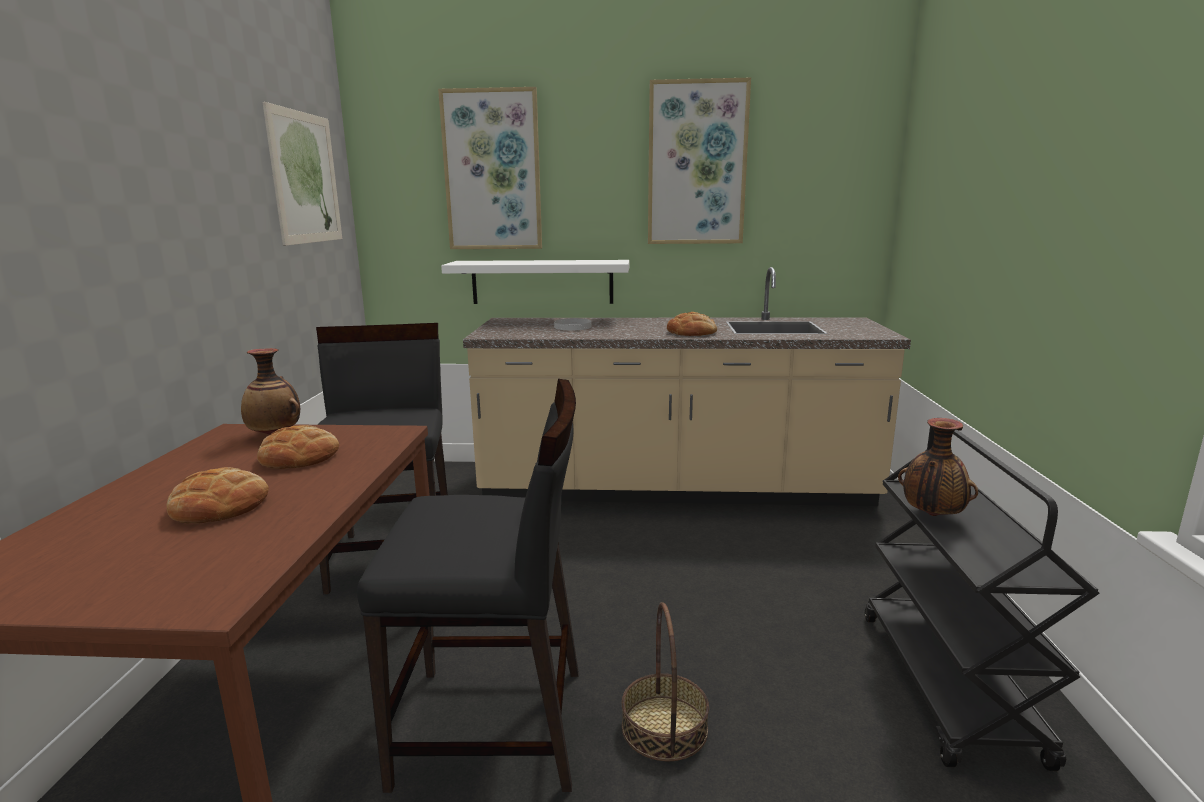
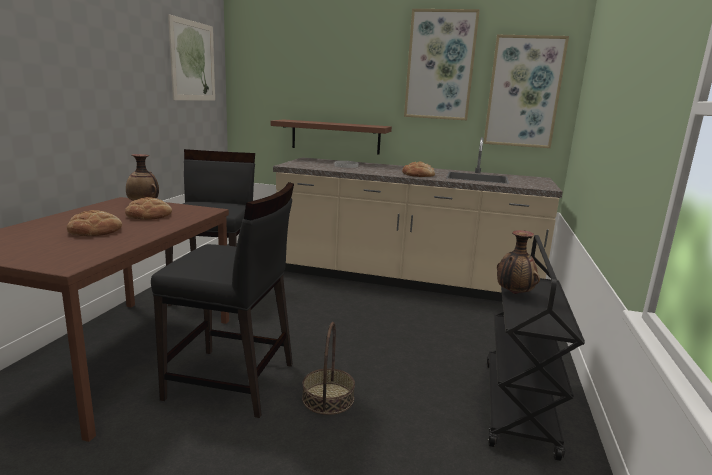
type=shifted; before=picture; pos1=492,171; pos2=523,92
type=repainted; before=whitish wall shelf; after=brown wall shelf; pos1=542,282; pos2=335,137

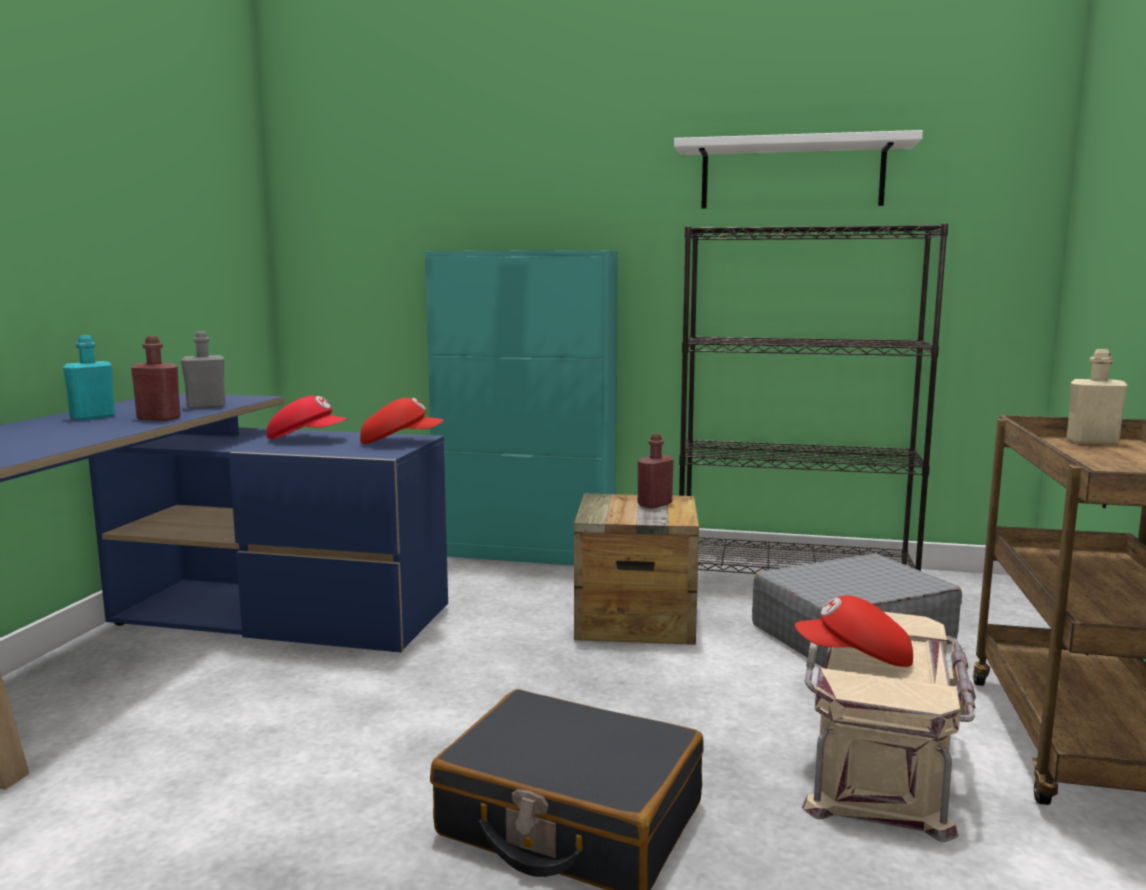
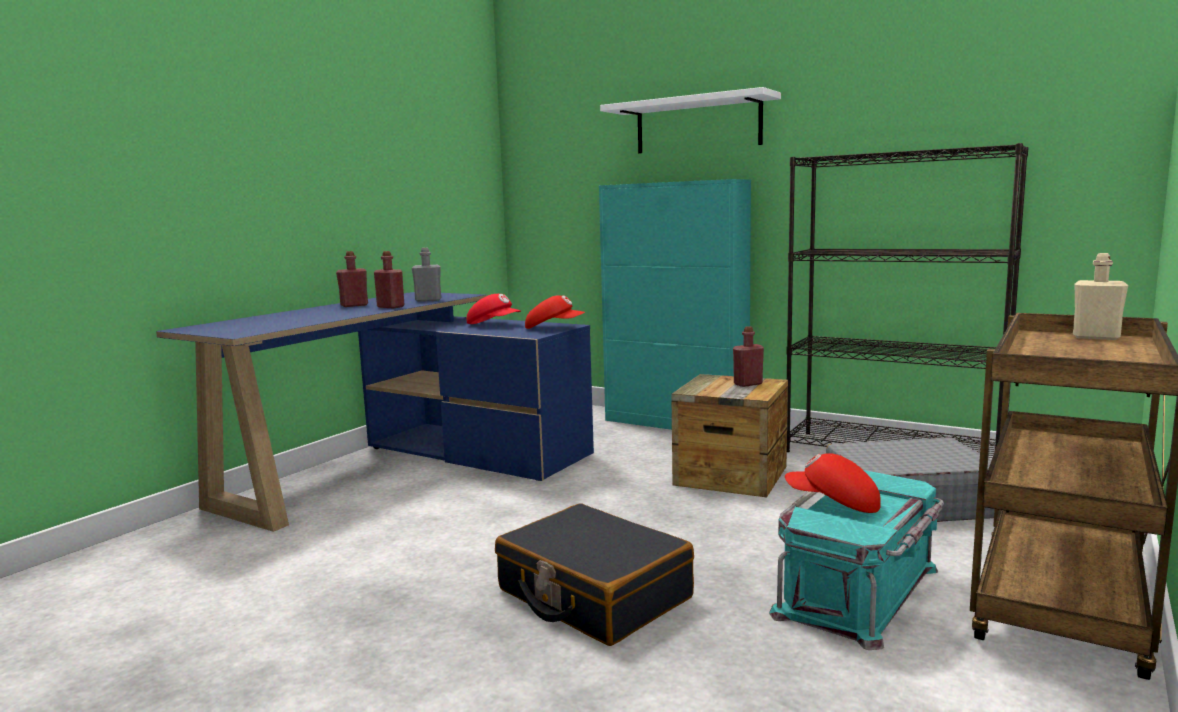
type=repainted; before=turquoise-coloured drink bottle; after=red-coloured drink bottle; pos1=93,417; pos2=354,305
type=shifted; before=whitish wall shelf; pos1=792,175; pos2=697,125
type=repainted; before=beige-coloured storage container; after=turquoise-coloured storage container; pos1=881,761; pos2=860,592

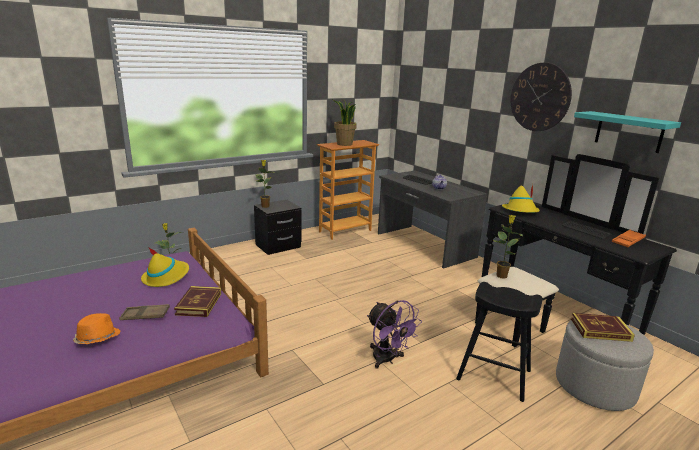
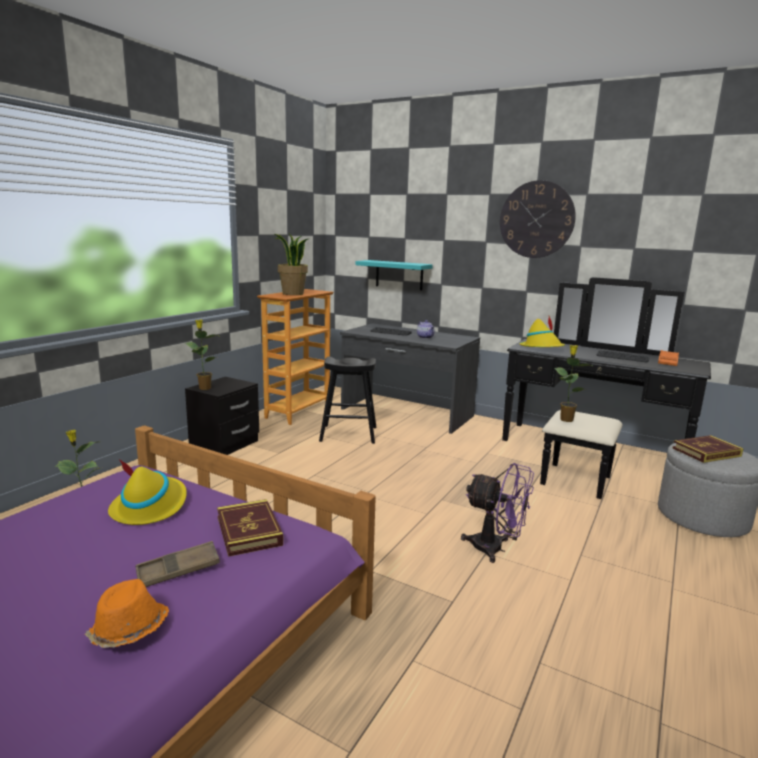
type=shifted; before=black stool seat; pos1=494,375; pos2=349,434
type=shifted; before=turquoise-coloured wall shelf; pos1=629,132; pos2=399,275

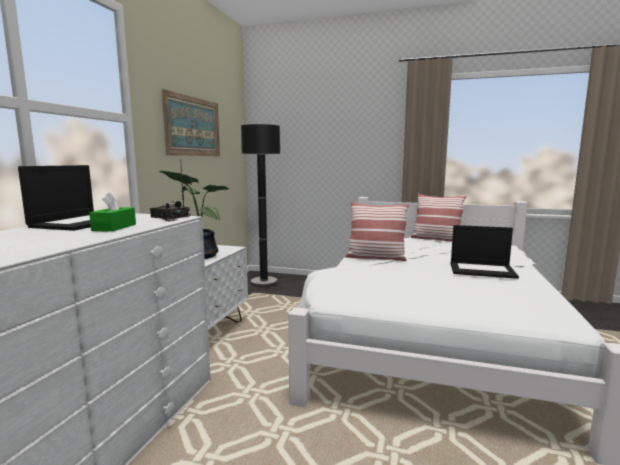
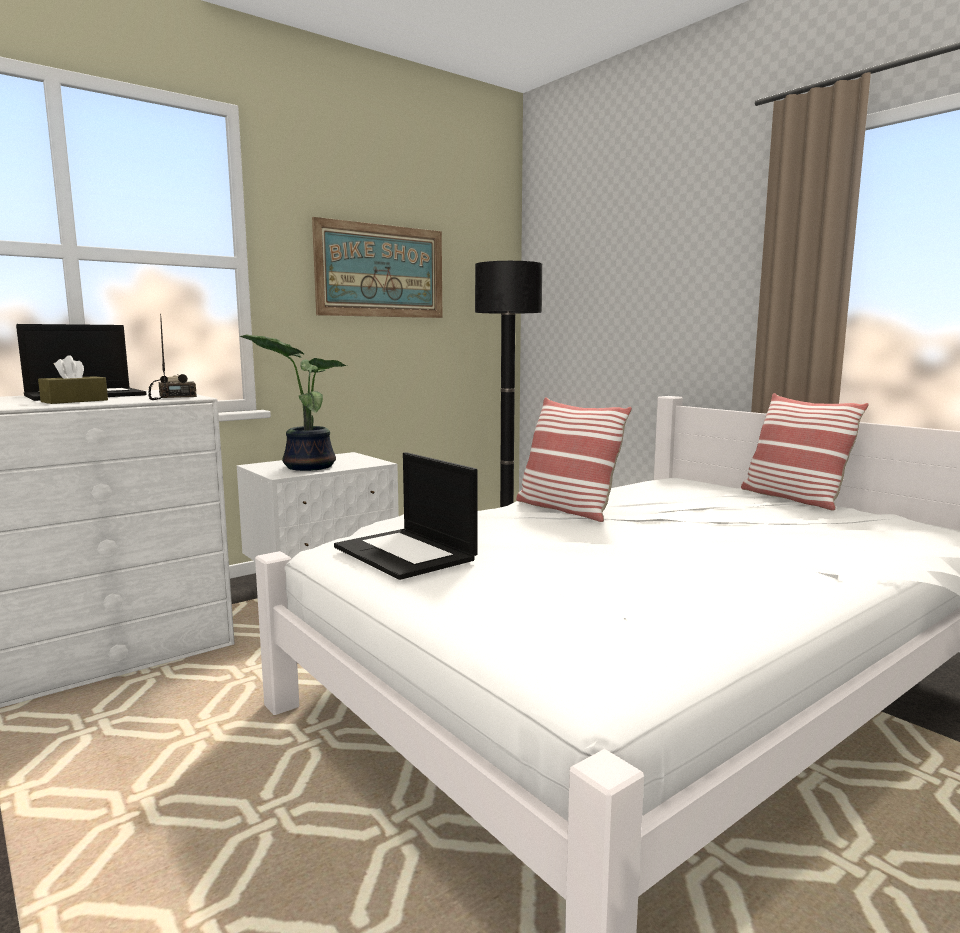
type=repainted; before=green-coloured tissue box; after=brown tissue box; pos1=114,227; pos2=74,401
type=shifted; before=laptop; pos1=482,270; pos2=406,553

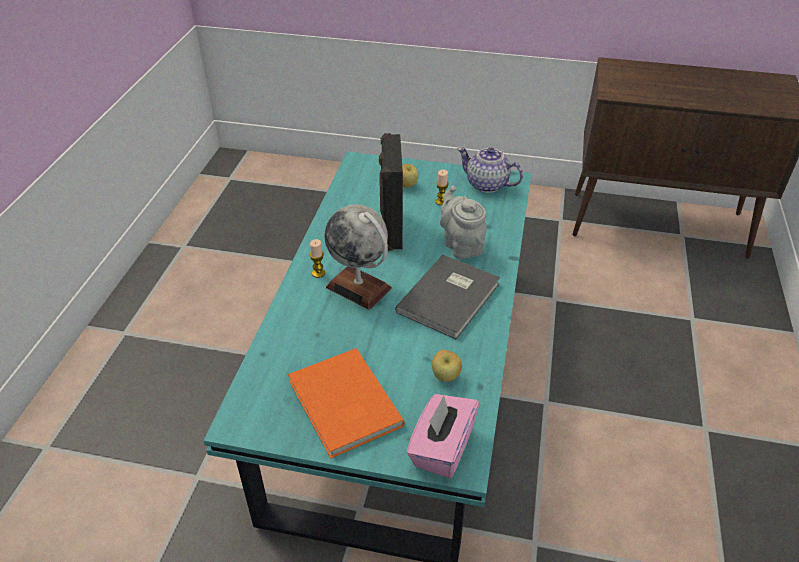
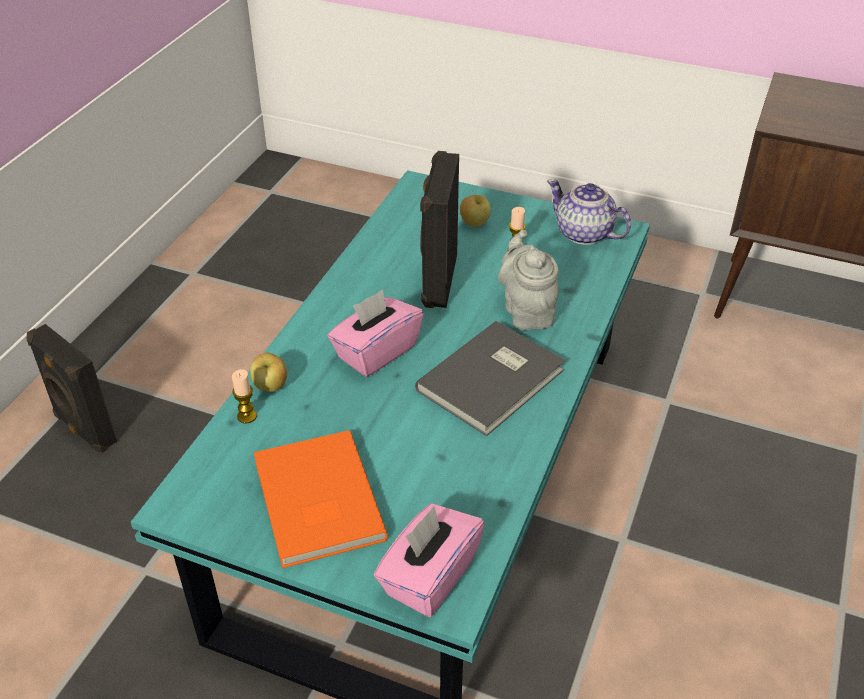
type=shifted; before=candle; pos1=318,273; pos2=247,416
type=swapped; before=world globe; after=pink-coloured tissue box; pos1=359,287; pos2=376,352
type=shifted; before=whole apple; pos1=446,376; pos2=271,387
type=new; after=black loudspeaker; pos2=84,430

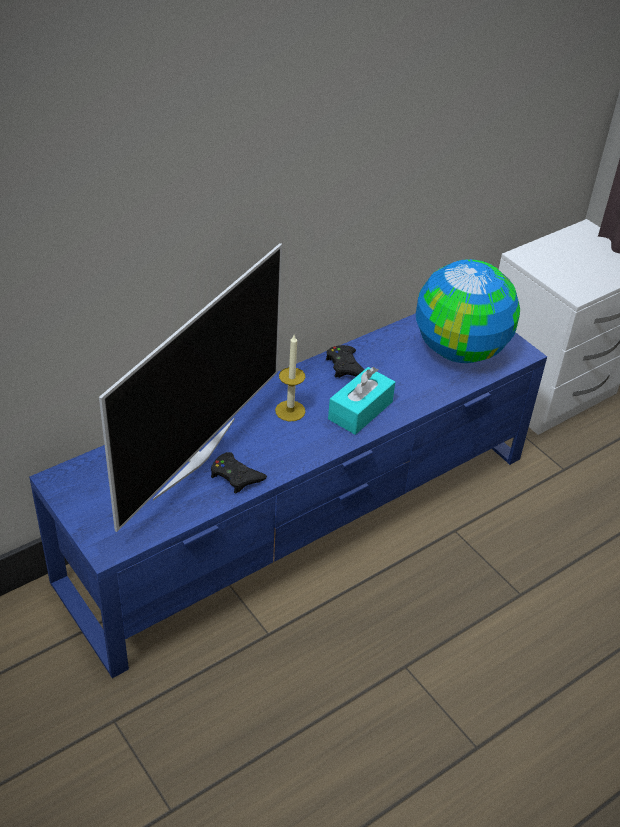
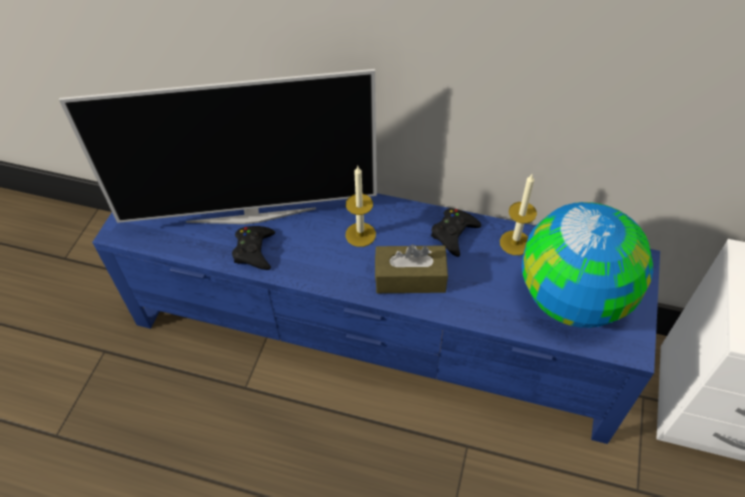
type=repainted; before=turquoise-coloured tissue box; after=brown tissue box; pos1=360,410; pos2=410,278
type=new; after=candle; pos2=515,243

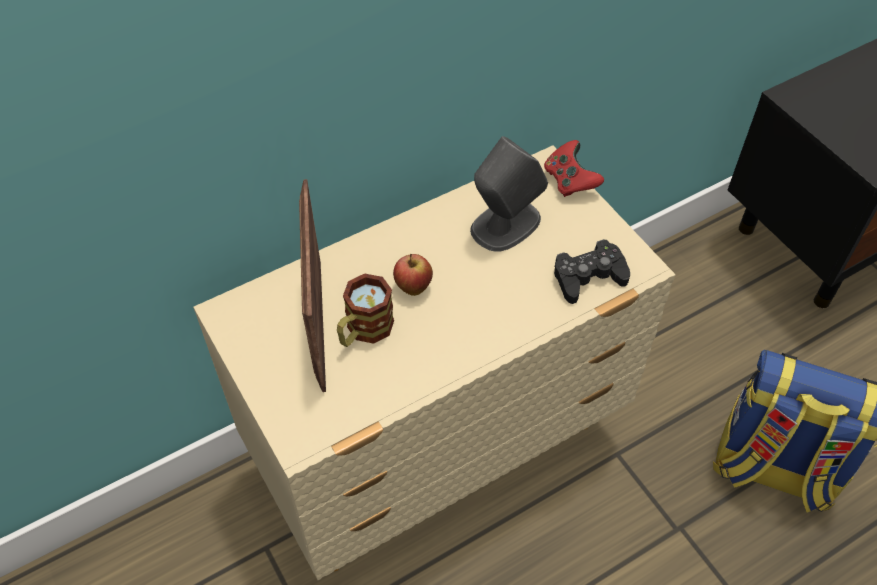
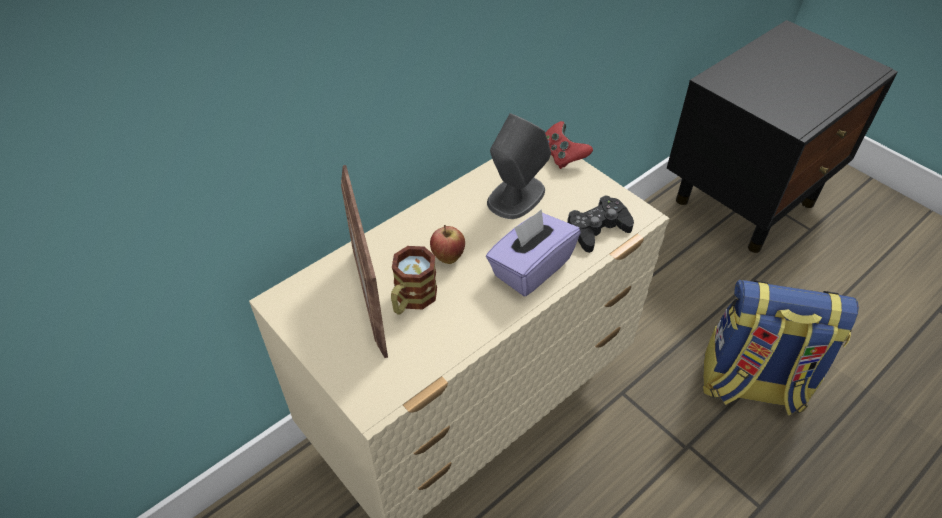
type=new; after=purplish tissue box; pos2=530,268

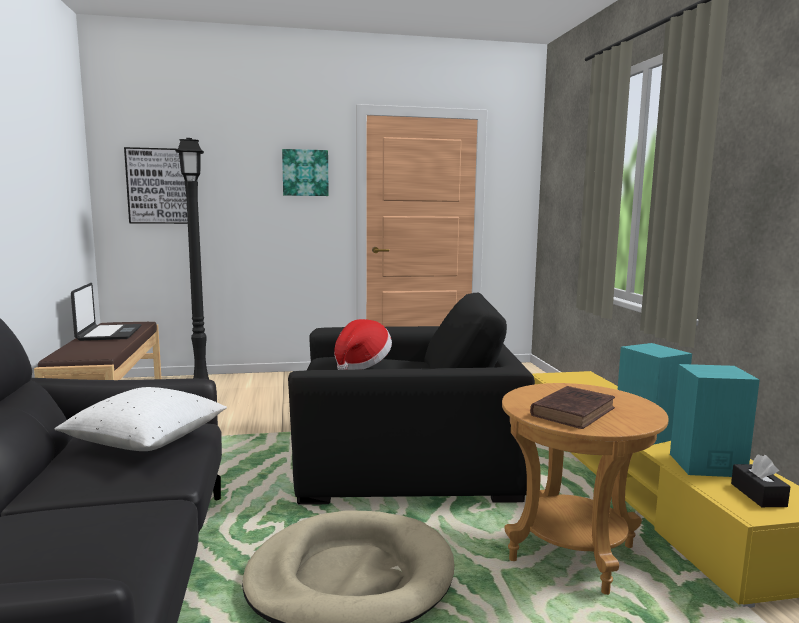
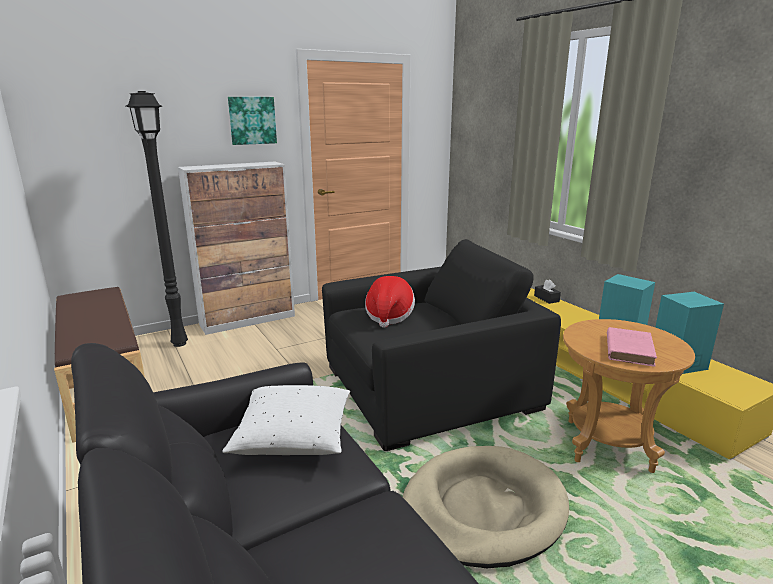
type=gone; before=laptop; pos1=108,333
type=gone; before=picture; pos1=159,186
type=repainted; before=brown volume; after=pink-coloured volume; pos1=574,411; pos2=629,349
type=shifted; before=black tissue box; pos1=758,495; pos2=546,299
type=new; after=cupboard; pos2=248,320

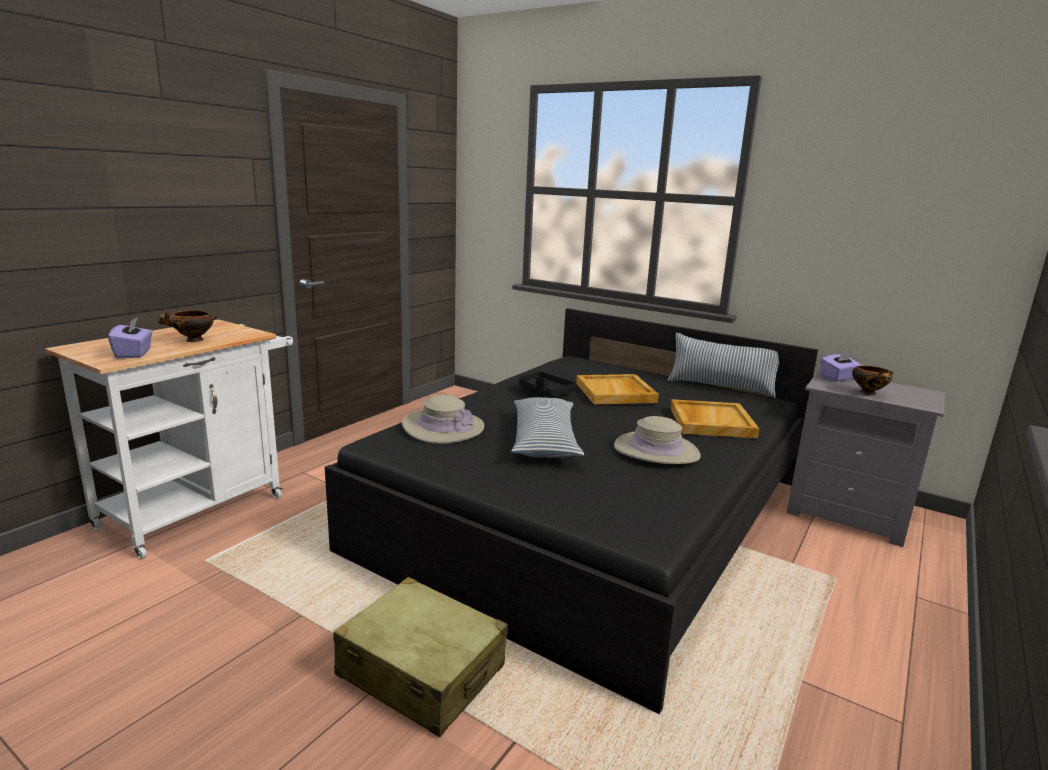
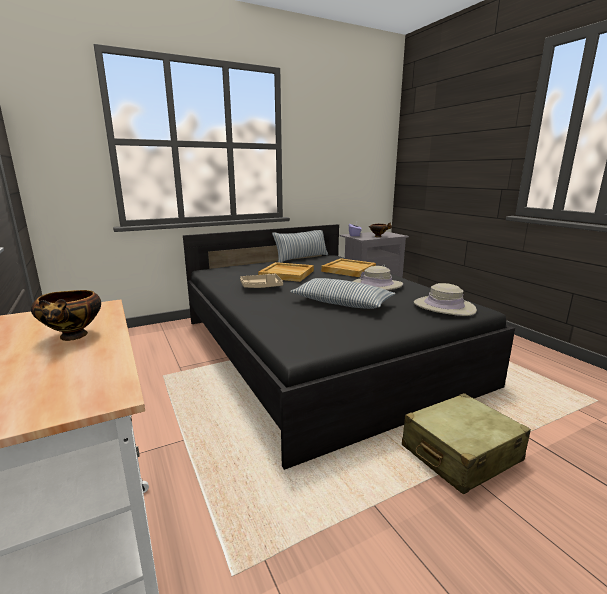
type=gone; before=purplish tissue box; pos1=134,353
type=shifted; before=beige-coloured wearable hat; pos1=443,427; pos2=444,307
type=repainted; before=black serving tray; after=beige-coloured serving tray; pos1=545,392; pos2=261,287

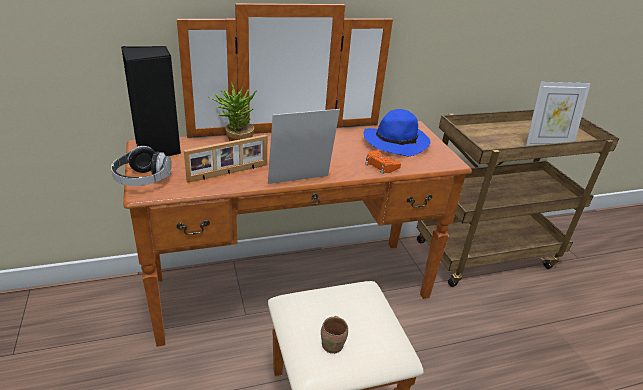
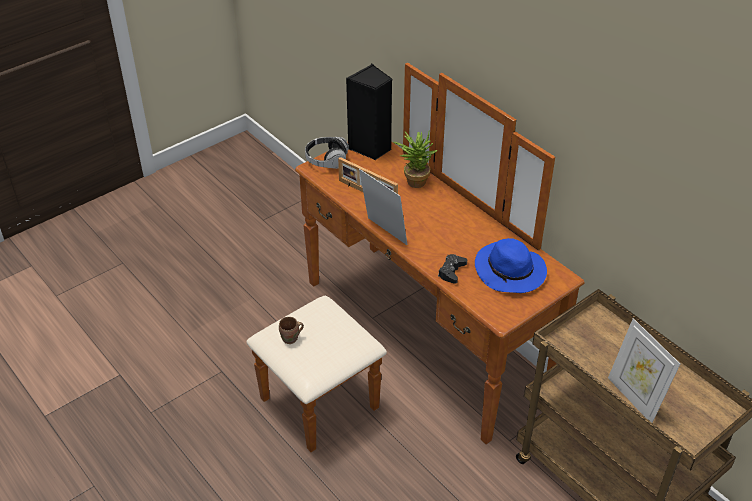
type=repainted; before=orange-coloured gamepad; after=black gamepad; pos1=381,165; pos2=451,271

